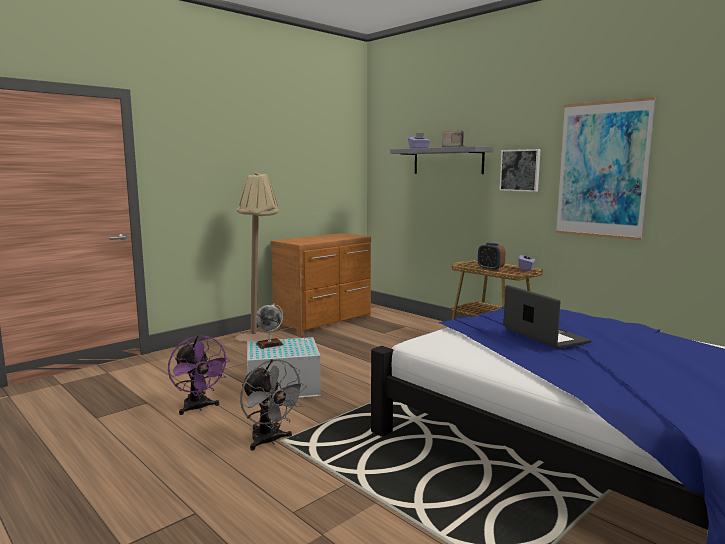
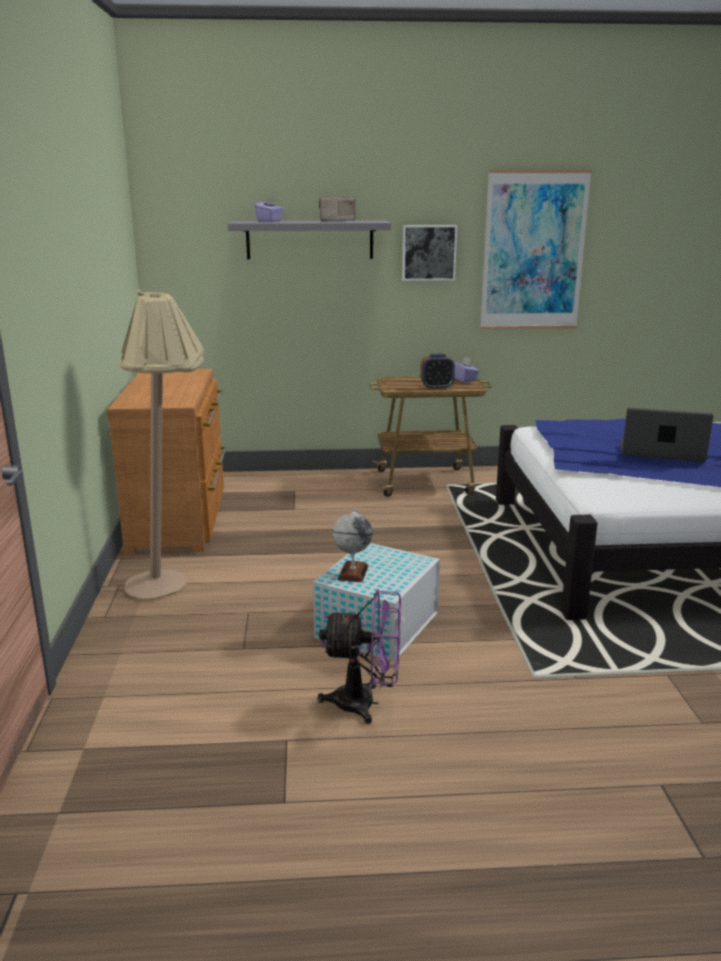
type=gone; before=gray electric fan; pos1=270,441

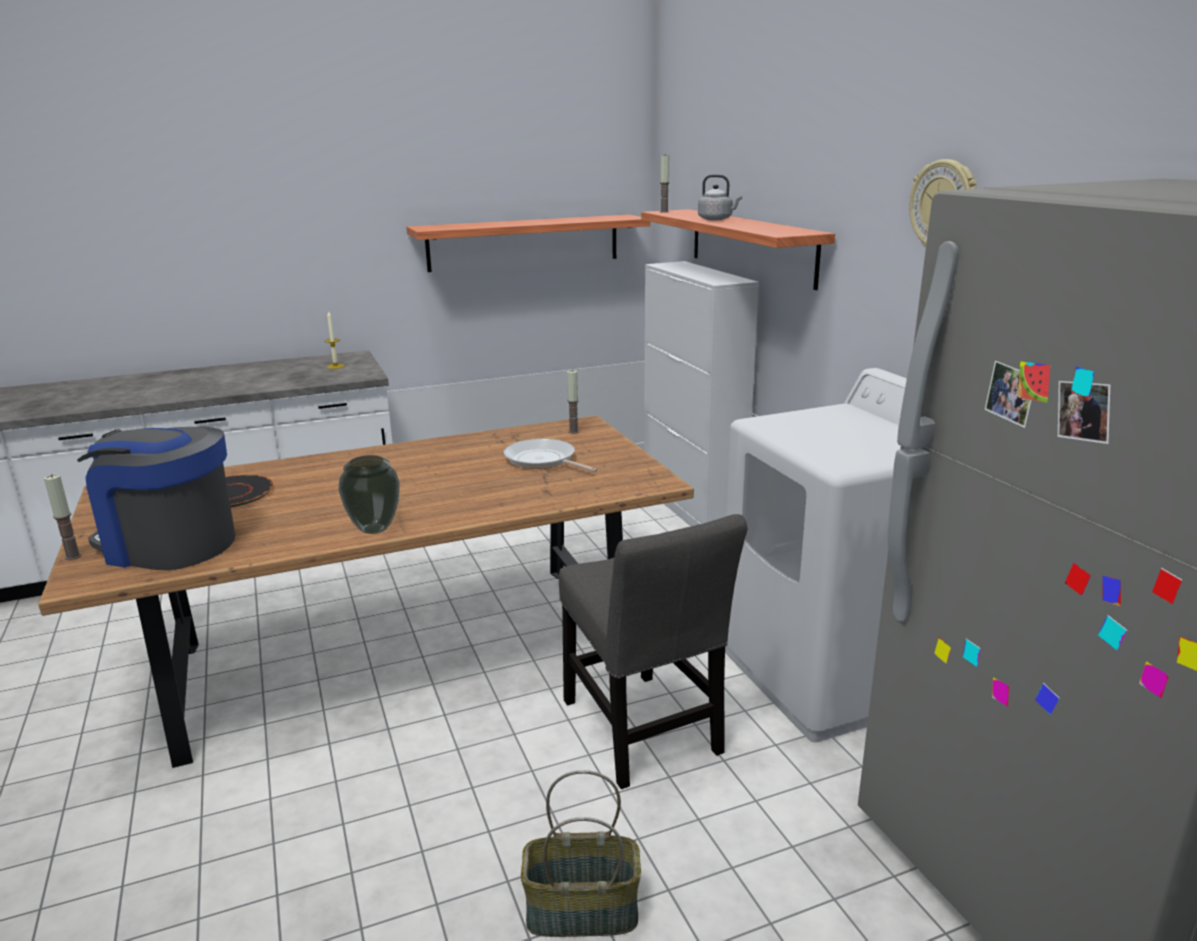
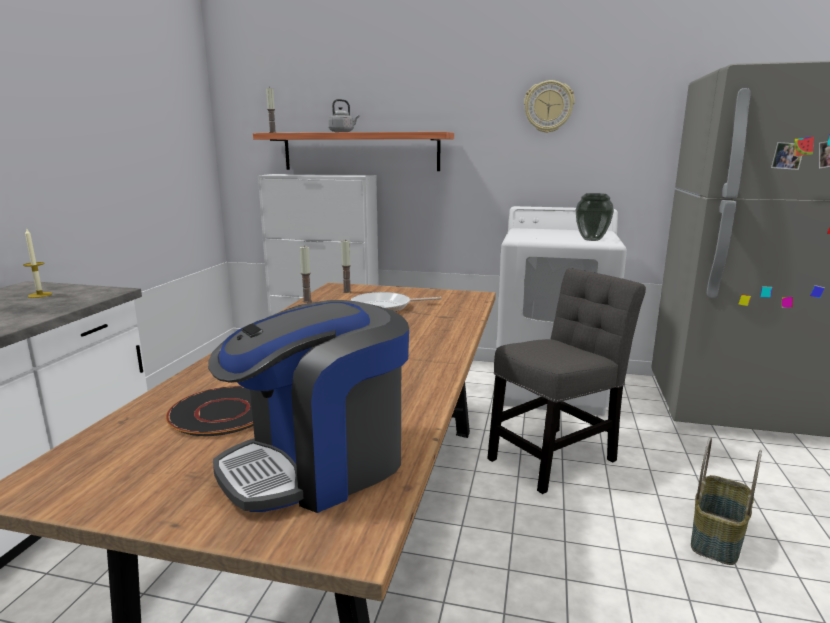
type=shifted; before=candle; pos1=73,556; pos2=307,301
type=shifted; before=vase; pos1=375,529; pos2=591,239
type=gone; before=wall shelf; pos1=524,242
type=rotated; before=gray chair; pos1=643,733; pos2=555,456; turn=-45

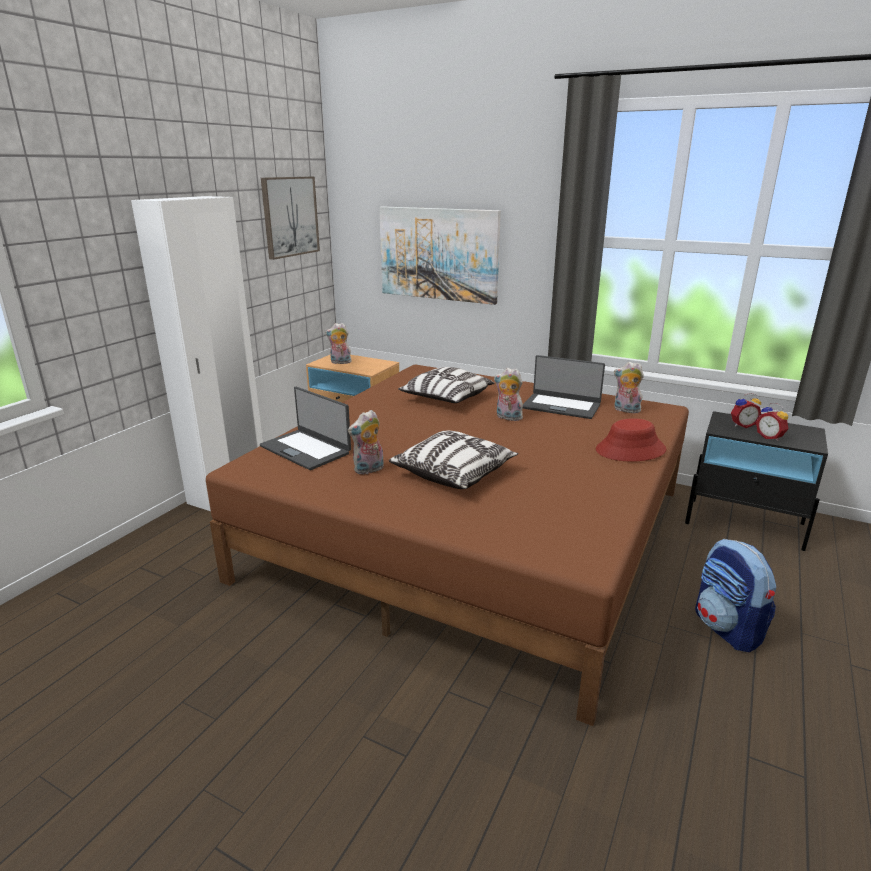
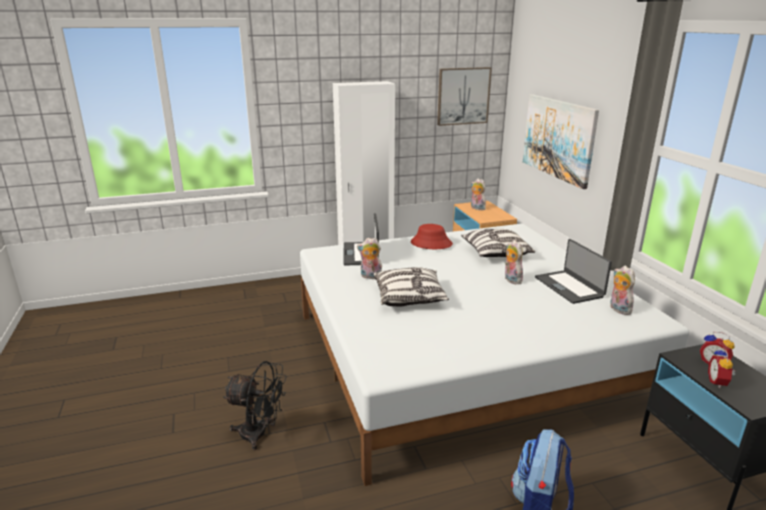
type=repainted; before=brown bed; after=whitish bed; pos1=474,533; pos2=462,357
type=shifted; before=red-coloured wearable hat; pos1=630,450; pos2=431,243
type=new; after=black electric fan; pos2=260,434

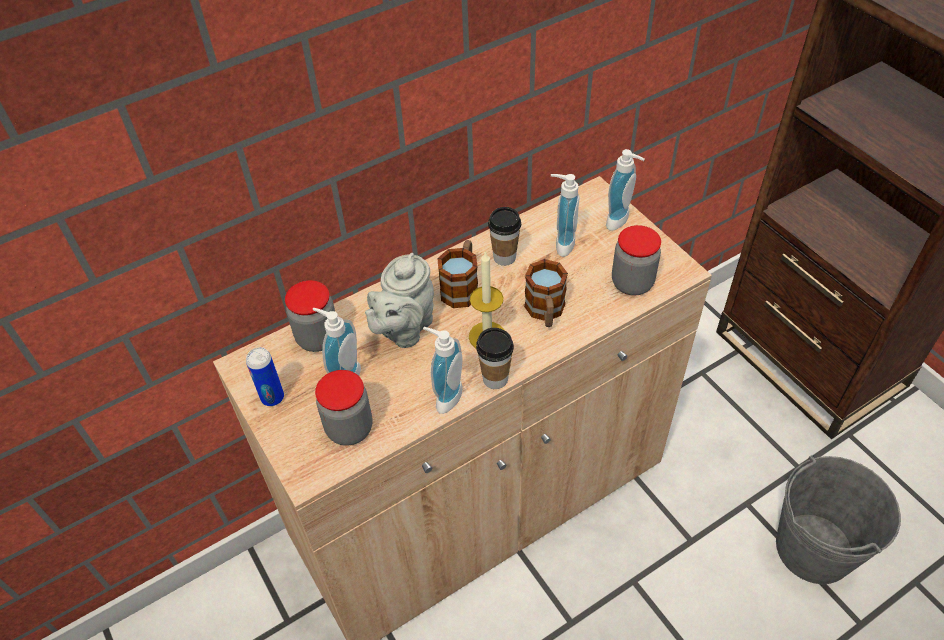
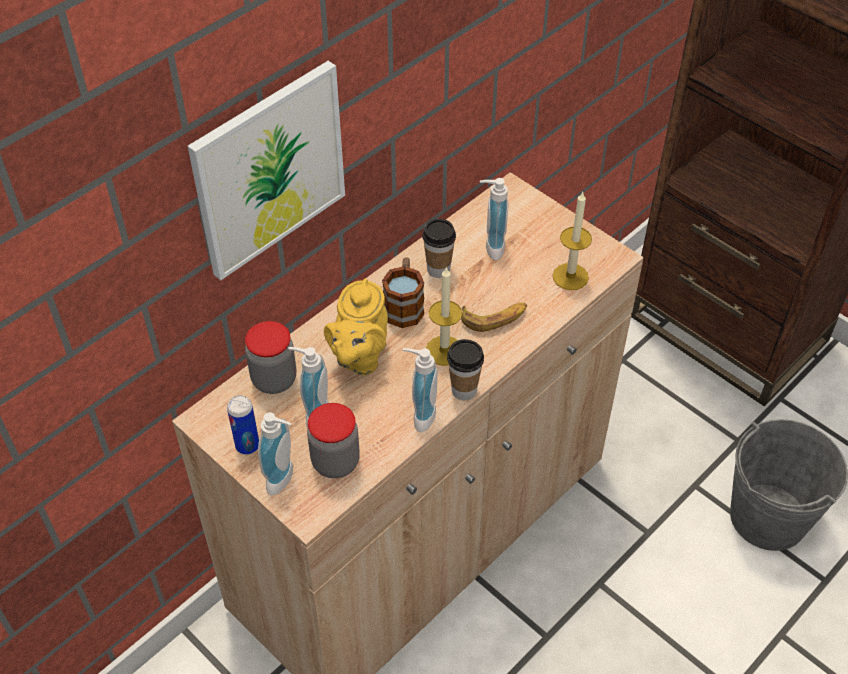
type=repainted; before=gray tea pot; after=yellow tea pot; pos1=404,329; pos2=359,356
type=swapped; before=mug; after=whole banana; pos1=545,312; pos2=494,318
type=shifted; before=liquid soap bottle; pos1=621,221; pos2=284,479
type=swapped; before=jar; after=candle; pos1=632,283; pos2=570,276
type=new; after=picture; pos2=269,170

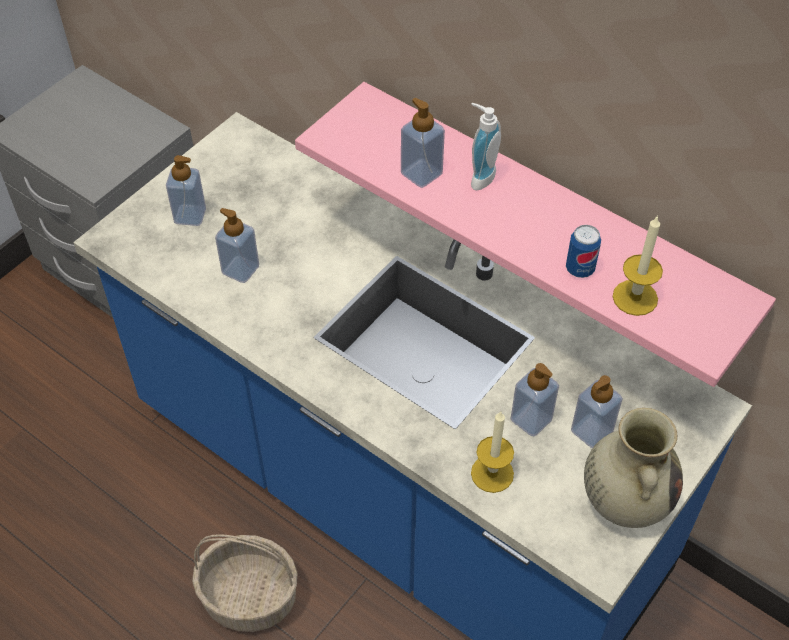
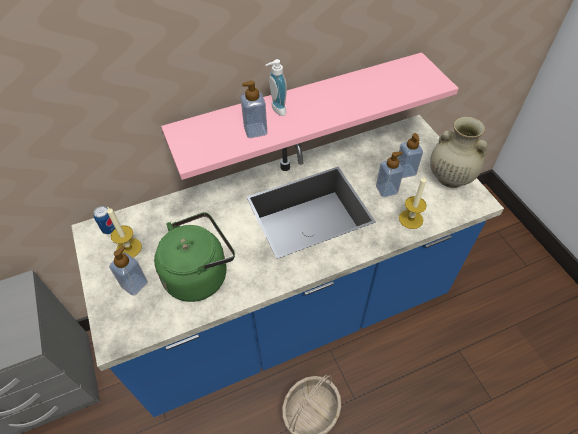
type=swapped; before=liquid soap bottle; after=green-coloured tea kettle; pos1=240,269; pos2=200,274
type=shifted; before=metal can; pos1=579,269; pos2=110,229
type=shifted; before=candle; pos1=635,297; pos2=129,248

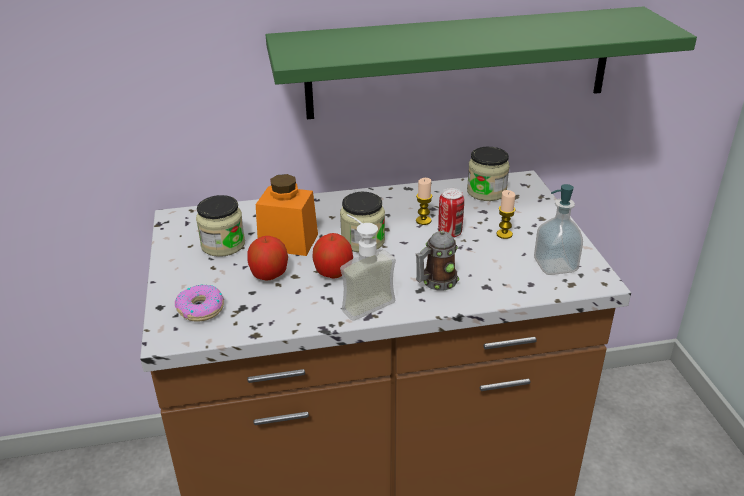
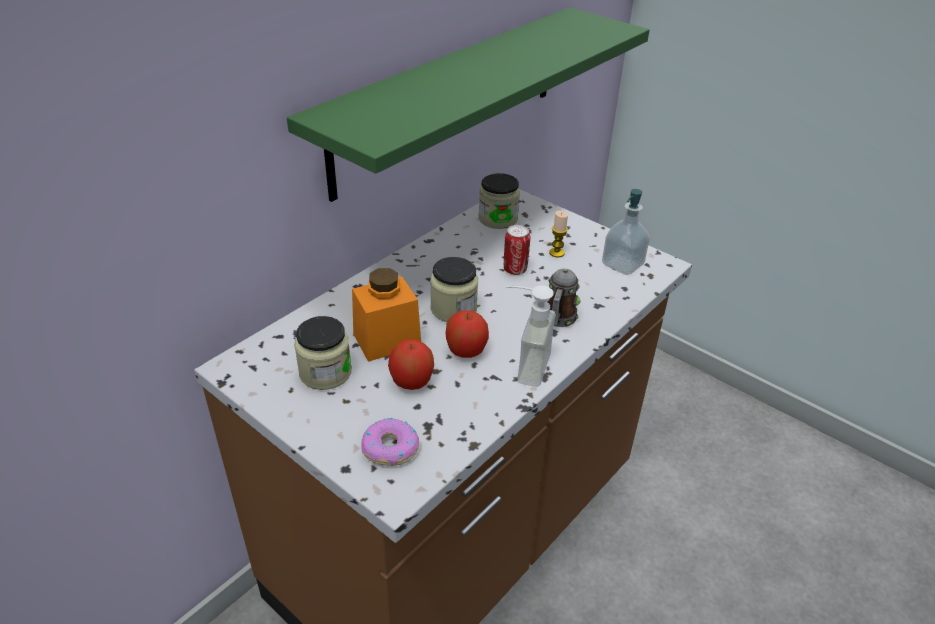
type=gone; before=candle; pos1=423,221

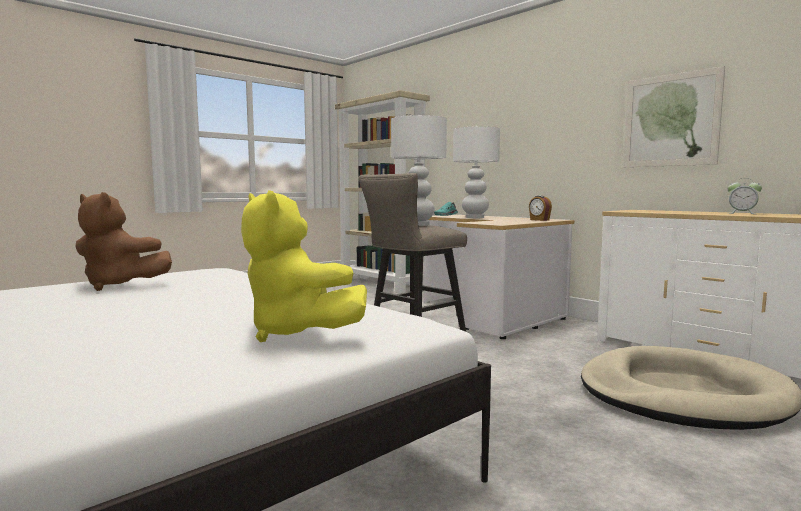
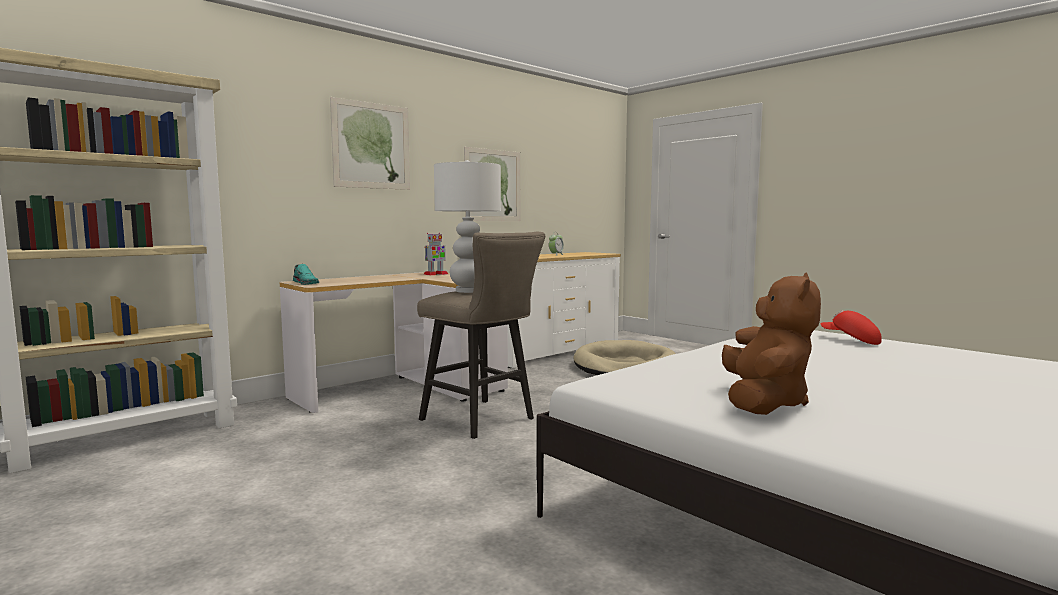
type=swapped; before=yellow plush toy; after=red-coloured cap; pos1=296,333; pos2=850,340
type=gone; before=whitish tabletop lamp; pos1=474,217
type=swapped; before=table clock; after=model robot; pos1=539,220; pos2=435,274
type=new; after=picture; pos2=371,145

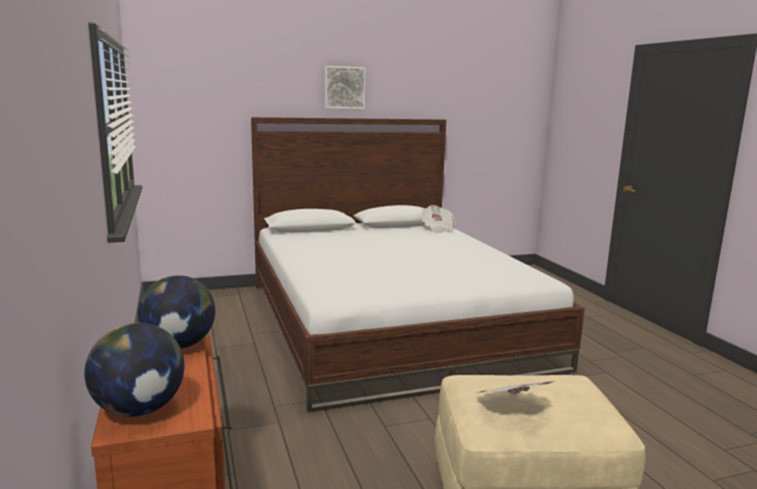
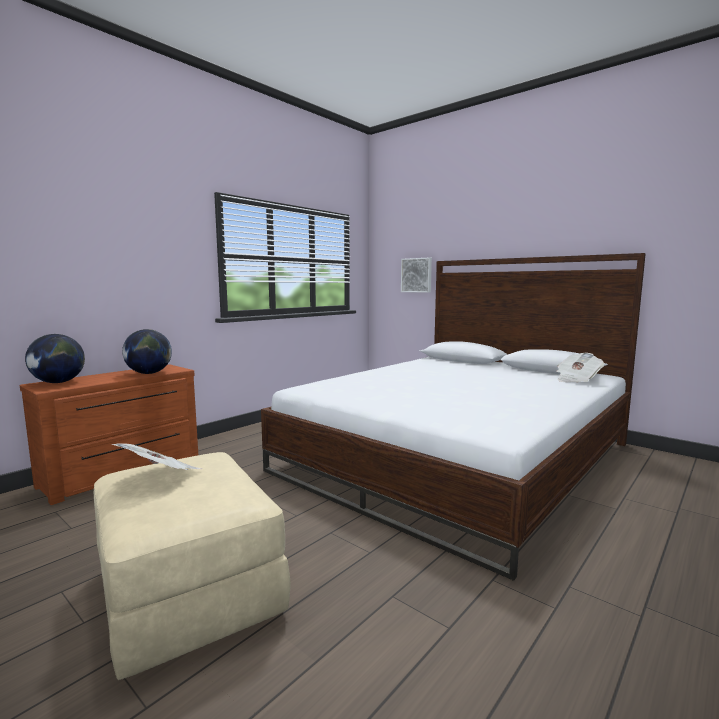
type=shifted; before=picture; pos1=344,87; pos2=416,275

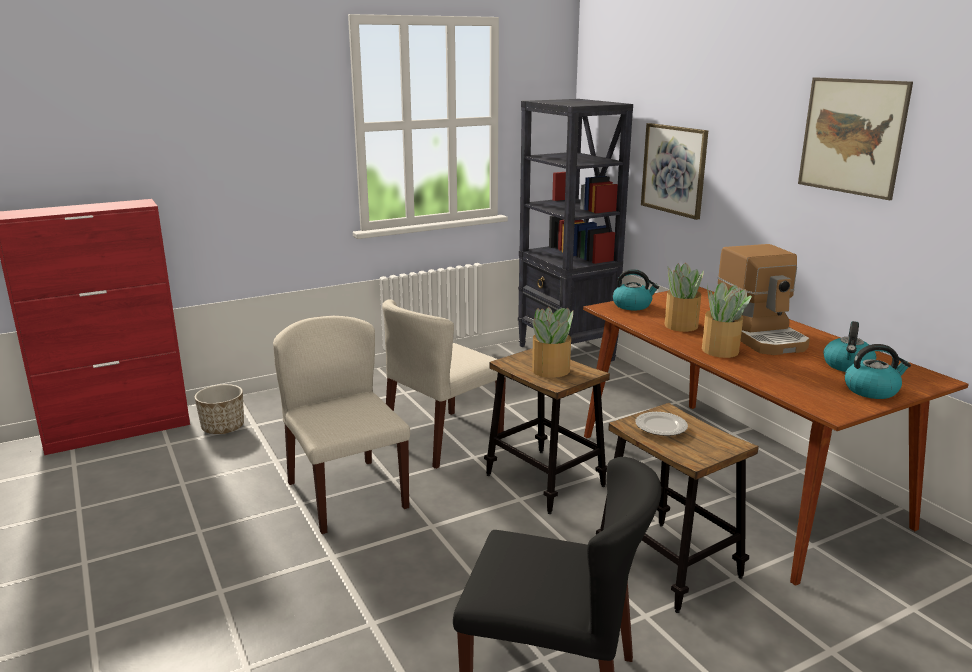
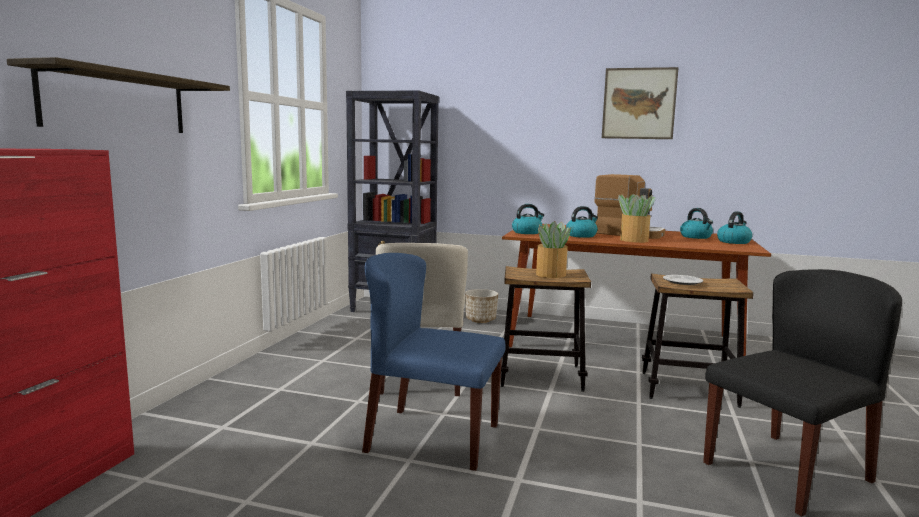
type=shifted; before=plant pot; pos1=223,428; pos2=480,320
type=repainted; before=beige-coloured chair; after=blue-coloured chair; pos1=346,494; pos2=432,438
type=gone; before=picture; pos1=674,169
type=swapped; before=houseplant; after=tea kettle; pos1=680,325; pos2=581,235
type=new; after=wall shelf; pos2=116,102

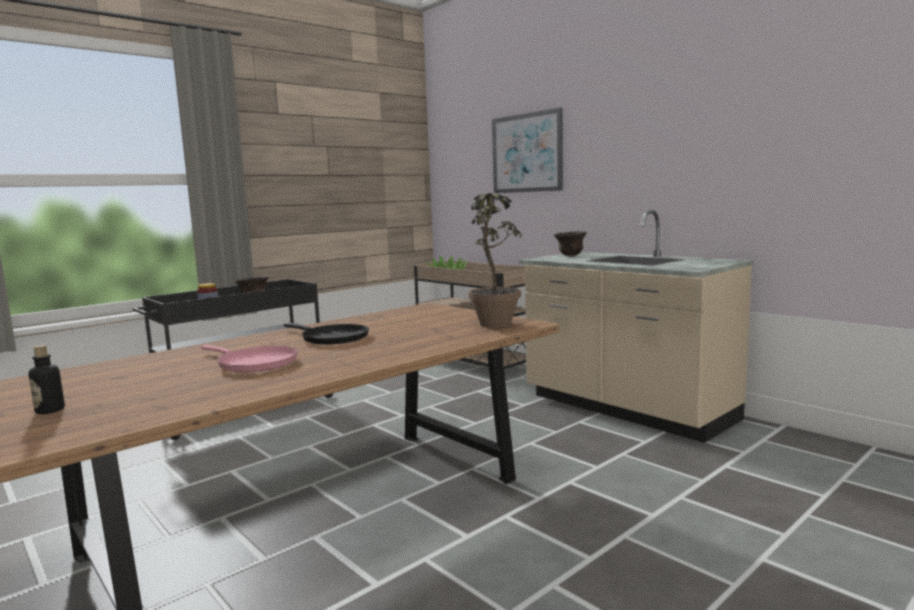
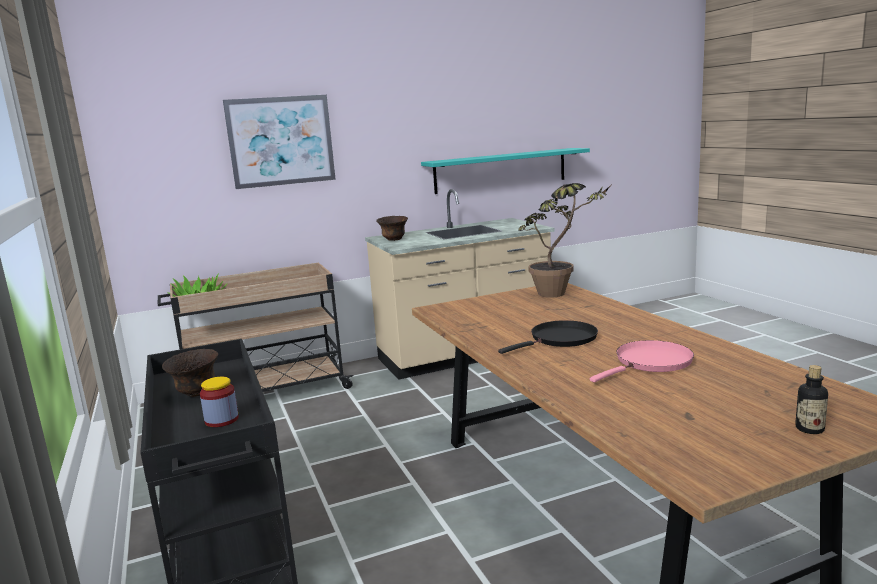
type=new; after=turquoise-coloured wall shelf; pos2=501,170

